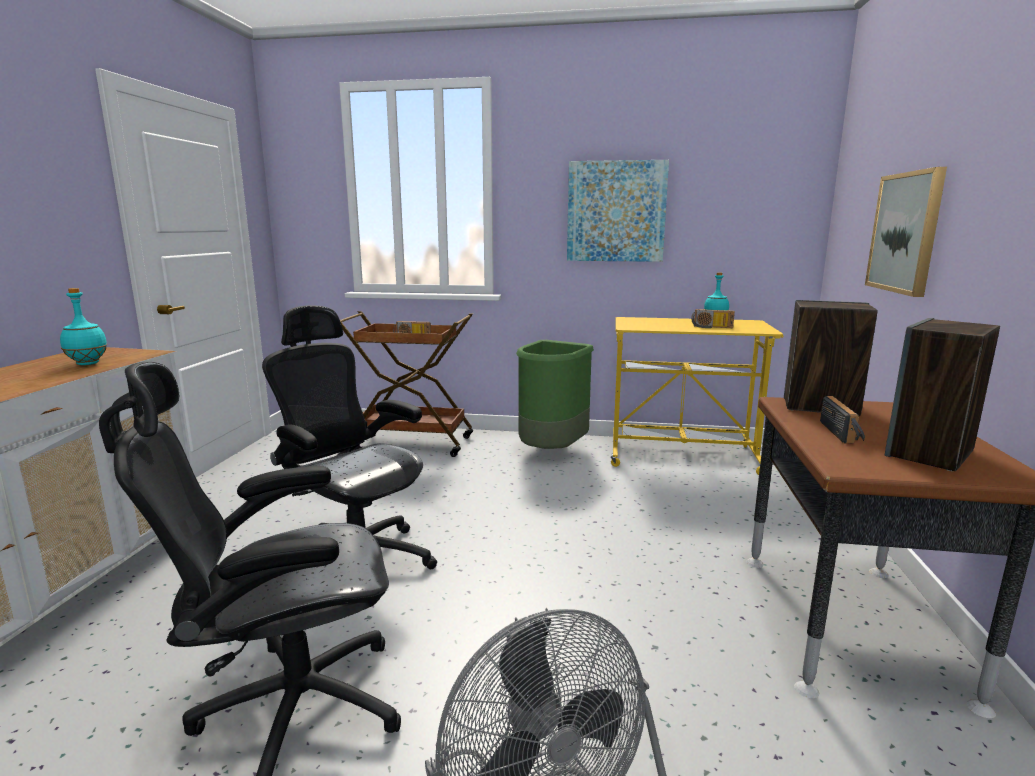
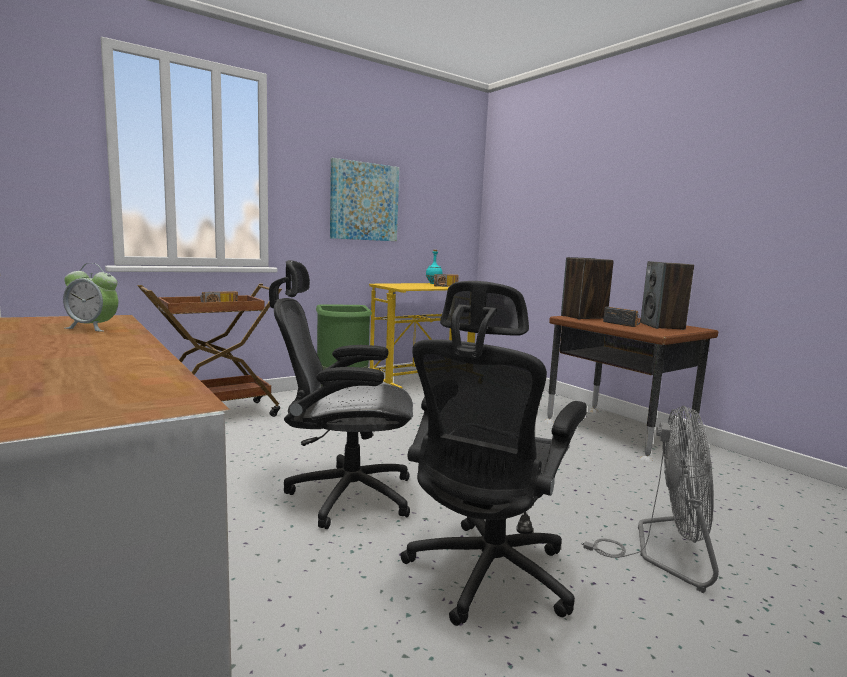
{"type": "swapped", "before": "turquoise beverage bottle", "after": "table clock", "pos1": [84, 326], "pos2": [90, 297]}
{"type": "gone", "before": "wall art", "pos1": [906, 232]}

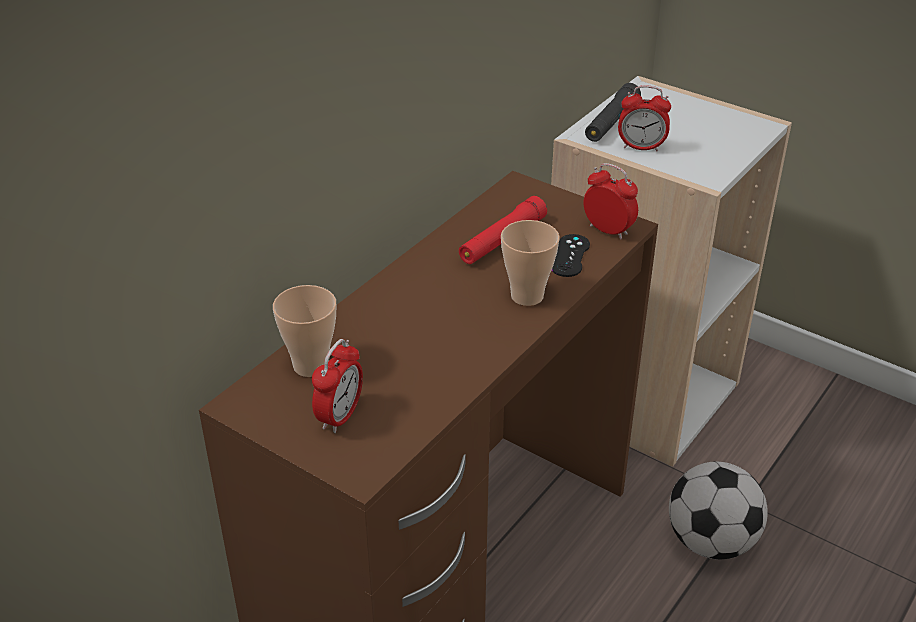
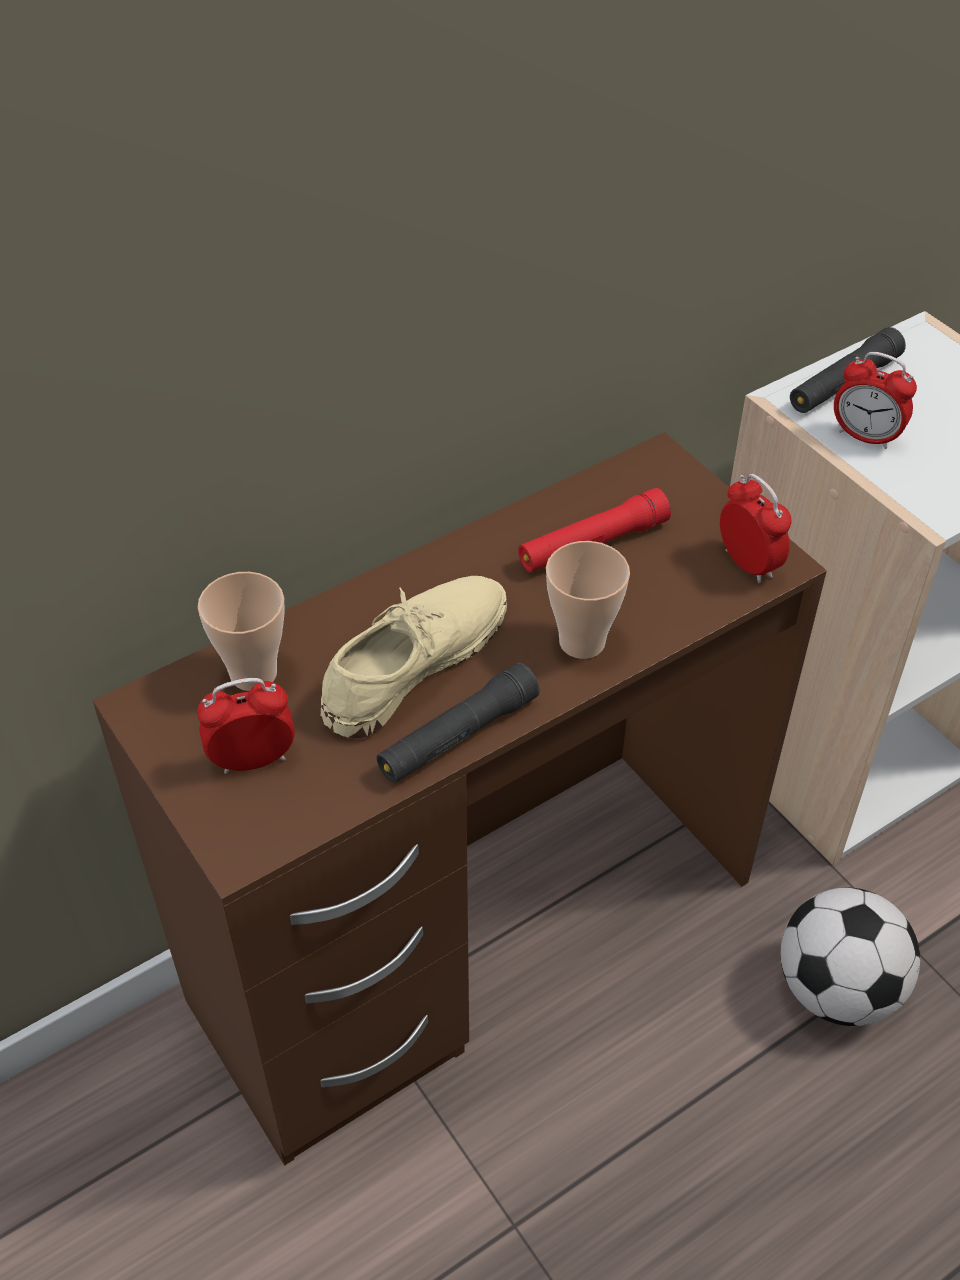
{"type": "rotated", "before": "table clock", "pos1": [337, 386], "pos2": [246, 726], "turn": -150}
{"type": "gone", "before": "black game controller", "pos1": [570, 255]}
{"type": "new", "after": "beige low shoe", "pos2": [414, 657]}
{"type": "new", "after": "black flashlight", "pos2": [458, 723]}

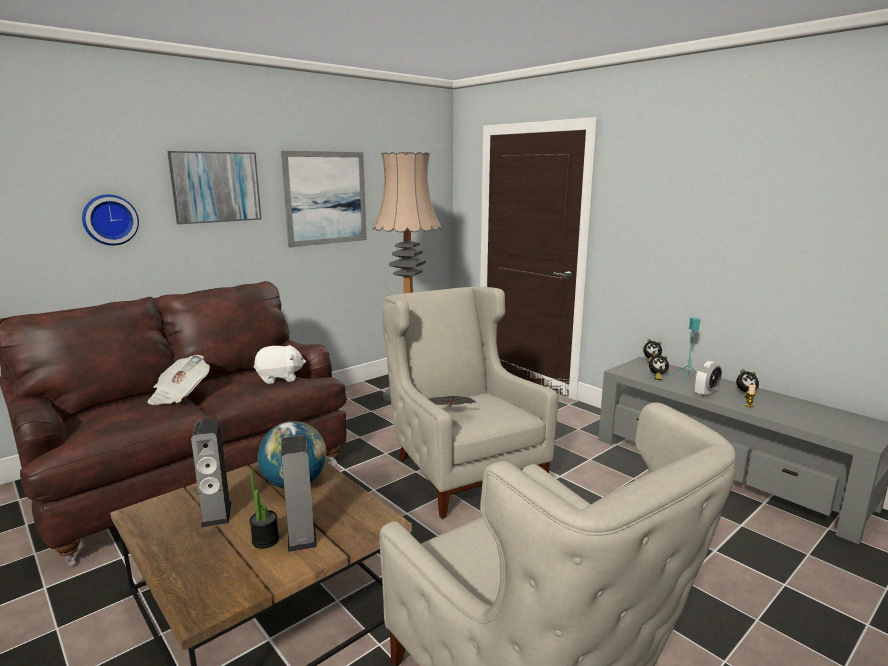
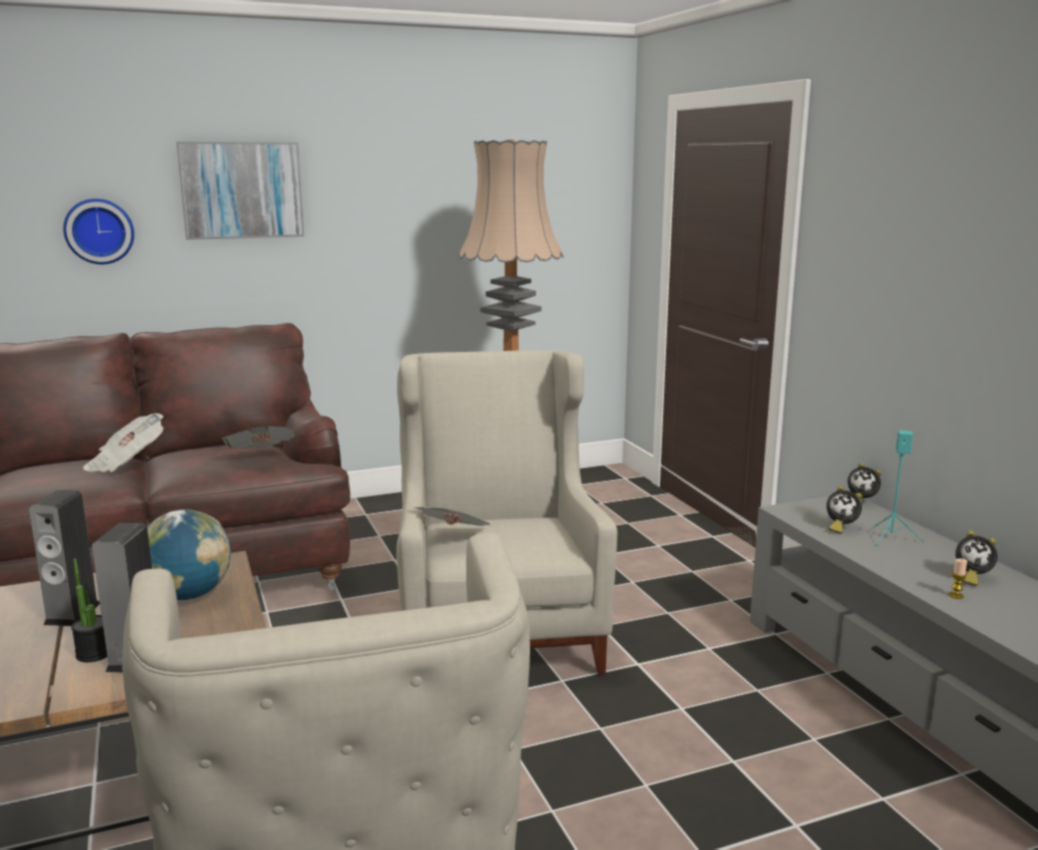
{"type": "swapped", "before": "white plush toy", "after": "printed paper", "pos1": [280, 364], "pos2": [259, 437]}
{"type": "gone", "before": "wall art", "pos1": [324, 199]}
{"type": "gone", "before": "table clock", "pos1": [708, 379]}

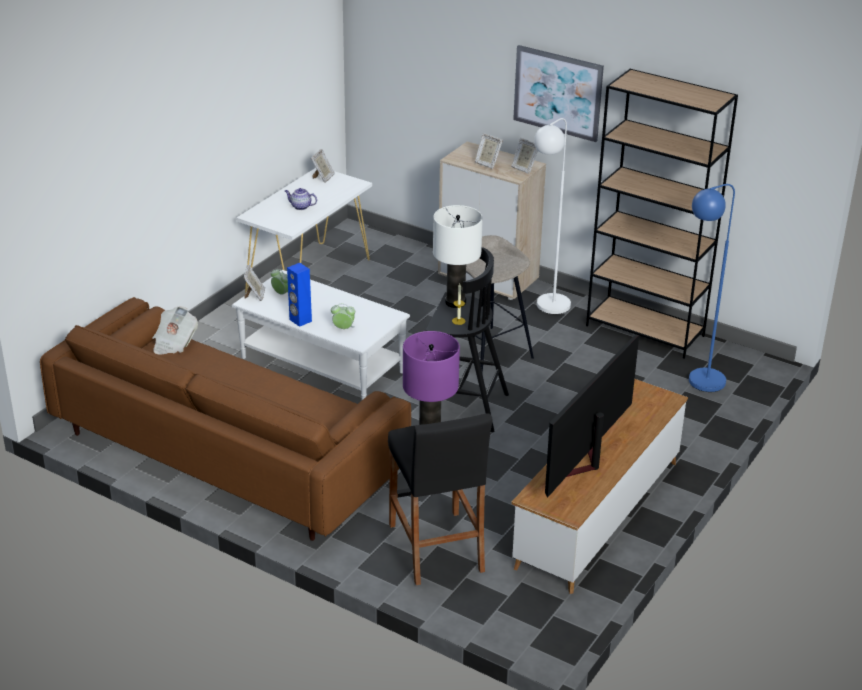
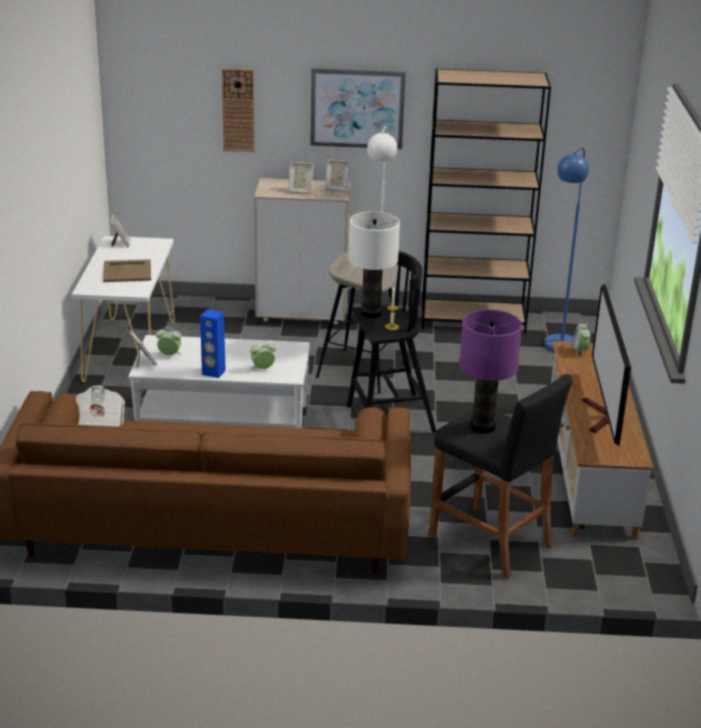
{"type": "swapped", "before": "pot for tea", "after": "beige serving tray", "pos1": [301, 199], "pos2": [127, 270]}
{"type": "new", "after": "wall clock", "pos2": [238, 110]}
{"type": "new", "after": "table clock", "pos2": [581, 340]}

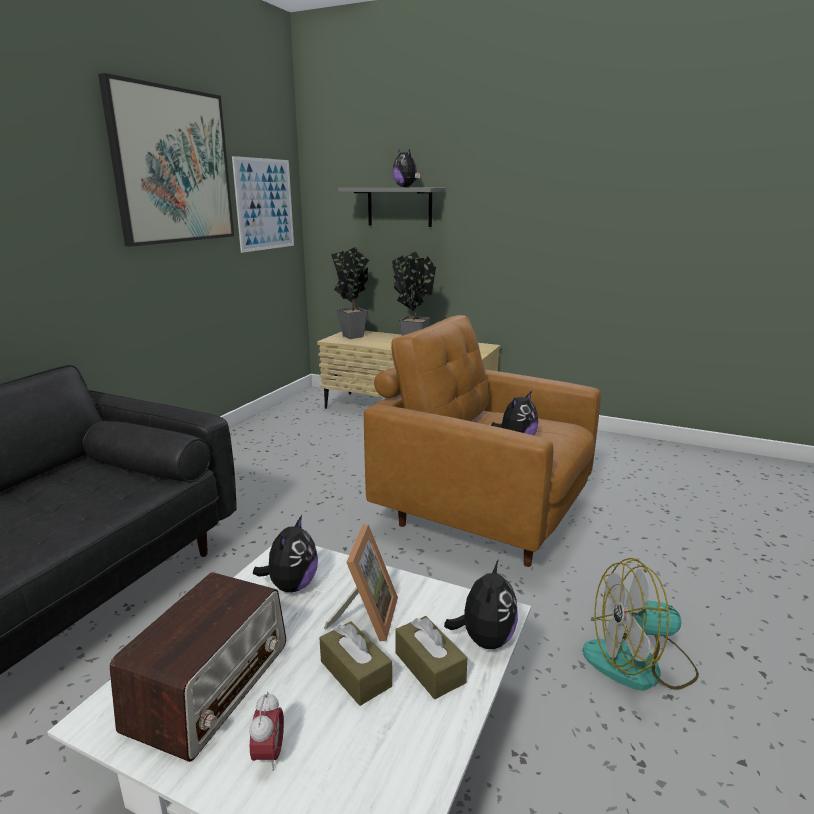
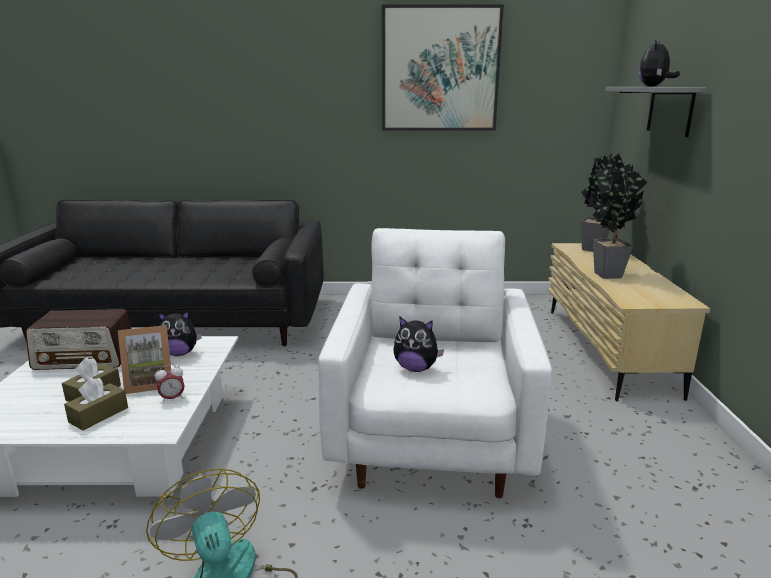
{"type": "gone", "before": "wall art", "pos1": [263, 204]}
{"type": "shifted", "before": "table clock", "pos1": [267, 731], "pos2": [169, 383]}
{"type": "repainted", "before": "brown lounge chair", "after": "white lounge chair", "pos1": [482, 441], "pos2": [435, 363]}
{"type": "gone", "before": "plush toy", "pos1": [481, 604]}

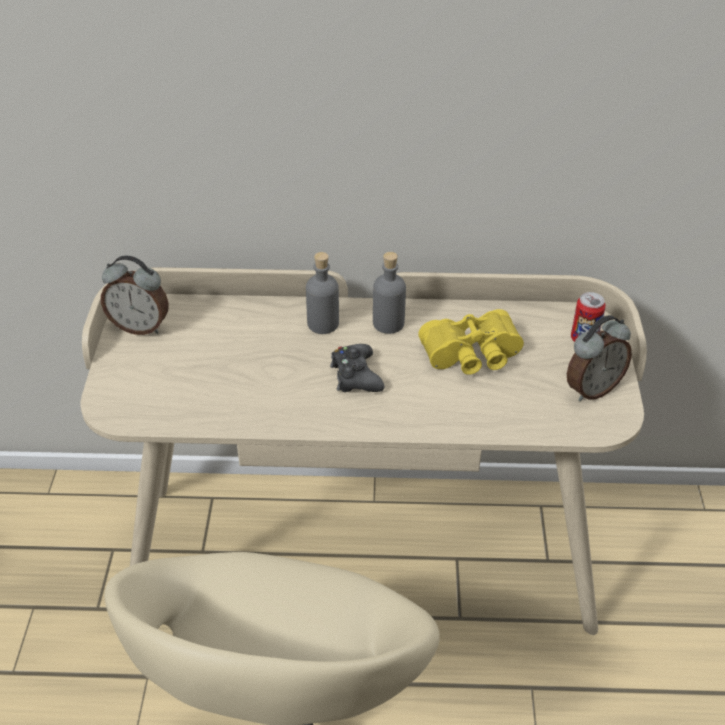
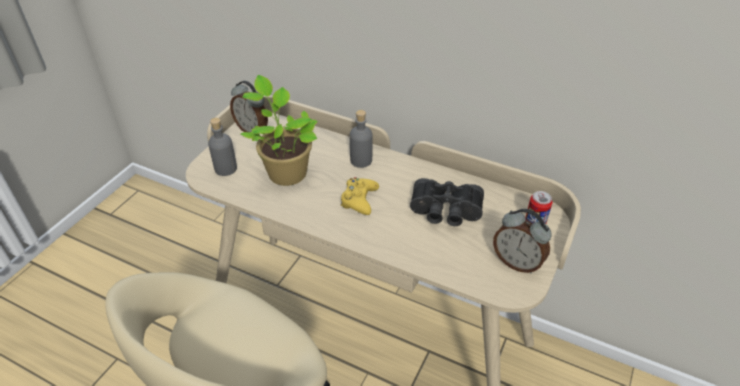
{"type": "repainted", "before": "black game controller", "after": "yellowish game controller", "pos1": [357, 368], "pos2": [359, 196]}
{"type": "shifted", "before": "greyish beverage bottle", "pos1": [389, 293], "pos2": [222, 147]}
{"type": "repainted", "before": "yellowish binoculars", "after": "black binoculars", "pos1": [471, 342], "pos2": [447, 202]}
{"type": "rotated", "before": "table clock", "pos1": [599, 358], "pos2": [522, 241], "turn": 45}
{"type": "new", "after": "plant in a pot", "pos2": [279, 130]}

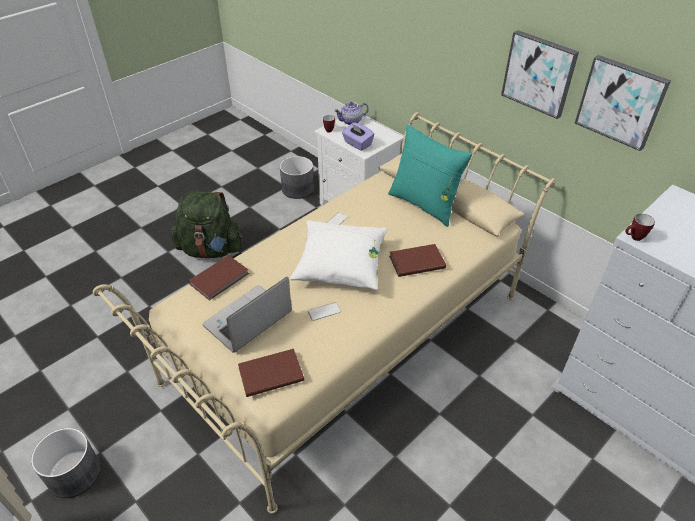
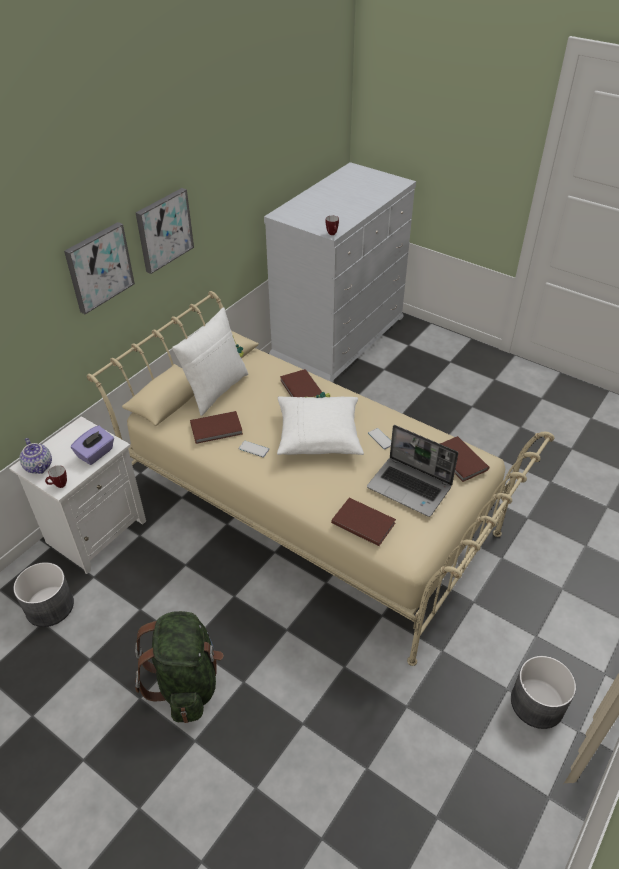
{"type": "repainted", "before": "turquoise throw pillow", "after": "white throw pillow", "pos1": [430, 175], "pos2": [210, 361]}
{"type": "shifted", "before": "wall art", "pos1": [623, 103], "pos2": [99, 268]}
{"type": "new", "after": "brown bound book", "pos2": [216, 427]}

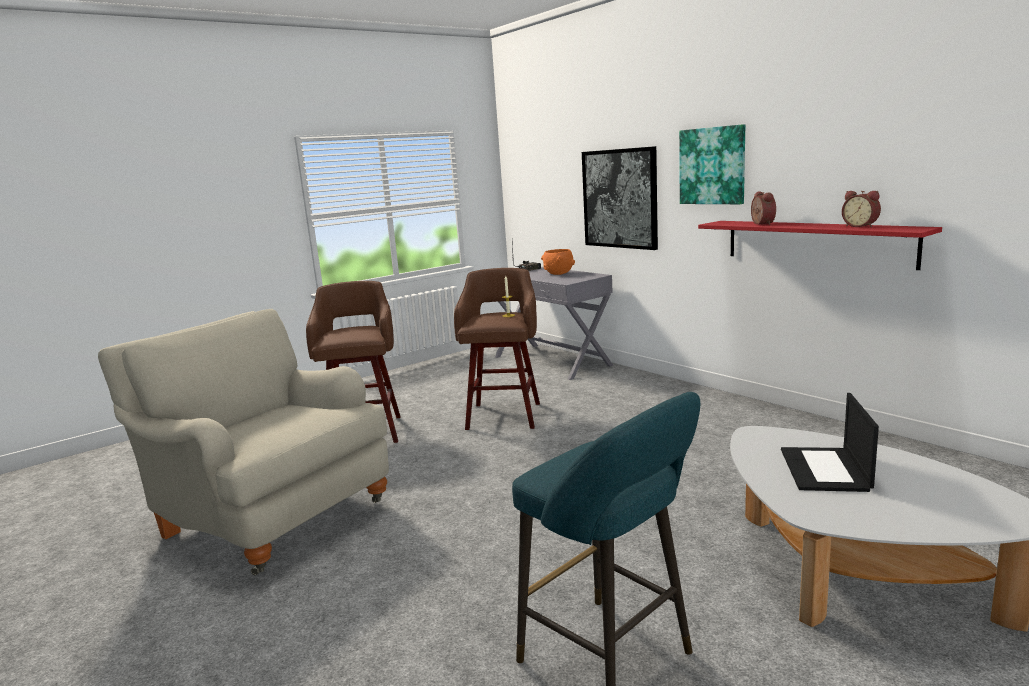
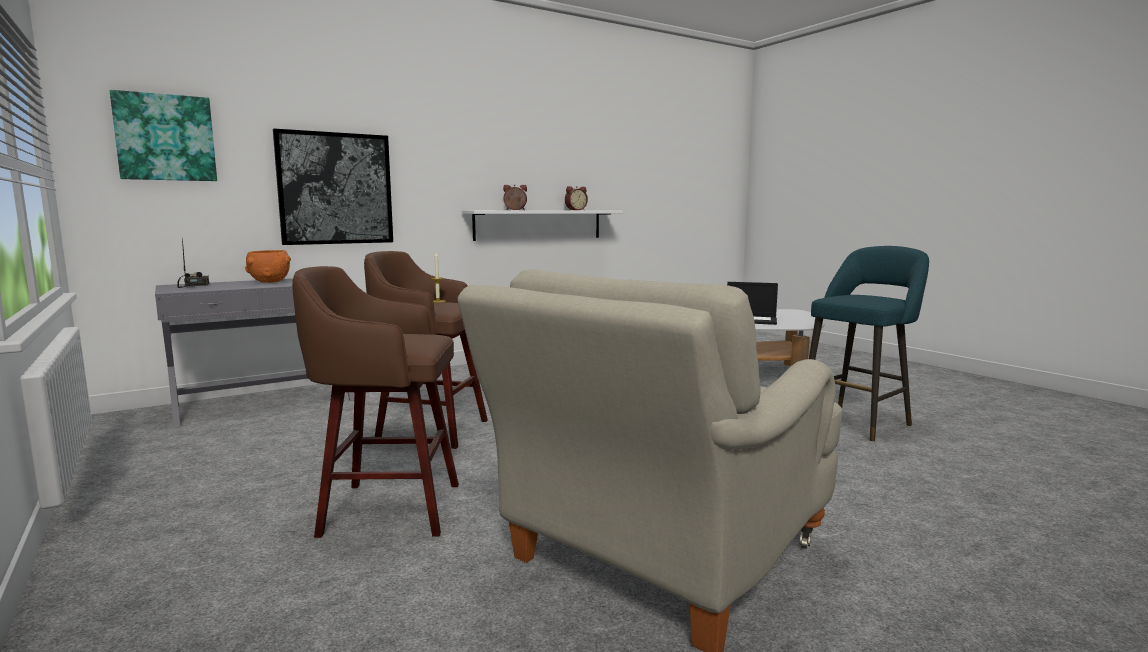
{"type": "shifted", "before": "wall art", "pos1": [712, 164], "pos2": [163, 135]}
{"type": "repainted", "before": "red bracket shelf", "after": "white bracket shelf", "pos1": [820, 245], "pos2": [542, 225]}

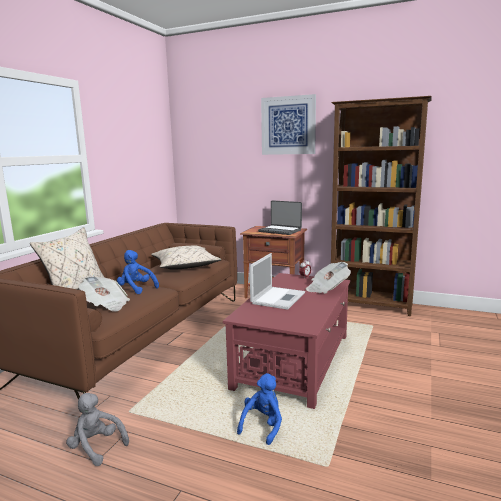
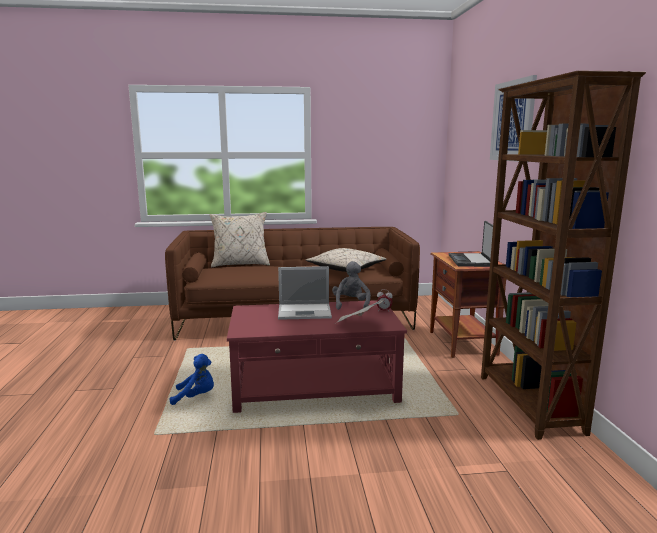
{"type": "shifted", "before": "greyish plush toy", "pos1": [97, 429], "pos2": [351, 285]}
{"type": "gone", "before": "printed paper", "pos1": [104, 294]}
{"type": "gone", "before": "blue plush toy", "pos1": [138, 272]}

